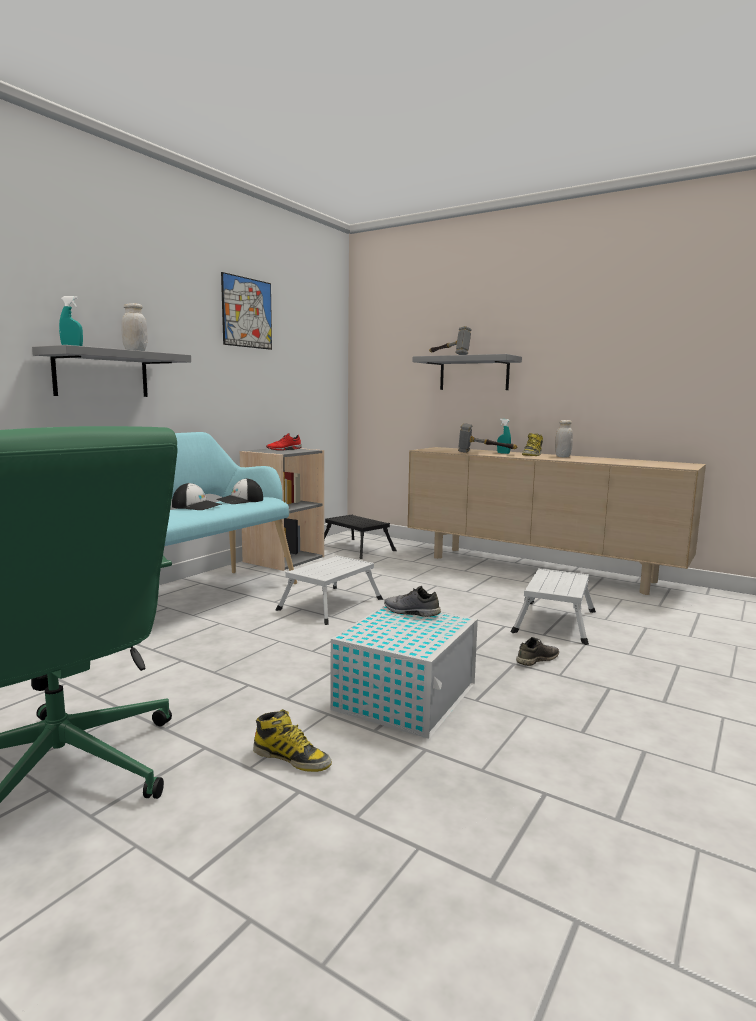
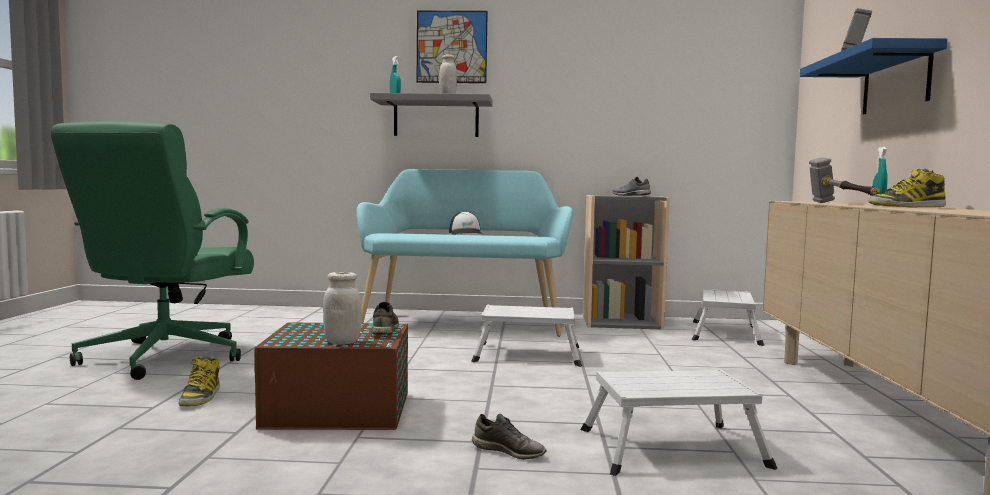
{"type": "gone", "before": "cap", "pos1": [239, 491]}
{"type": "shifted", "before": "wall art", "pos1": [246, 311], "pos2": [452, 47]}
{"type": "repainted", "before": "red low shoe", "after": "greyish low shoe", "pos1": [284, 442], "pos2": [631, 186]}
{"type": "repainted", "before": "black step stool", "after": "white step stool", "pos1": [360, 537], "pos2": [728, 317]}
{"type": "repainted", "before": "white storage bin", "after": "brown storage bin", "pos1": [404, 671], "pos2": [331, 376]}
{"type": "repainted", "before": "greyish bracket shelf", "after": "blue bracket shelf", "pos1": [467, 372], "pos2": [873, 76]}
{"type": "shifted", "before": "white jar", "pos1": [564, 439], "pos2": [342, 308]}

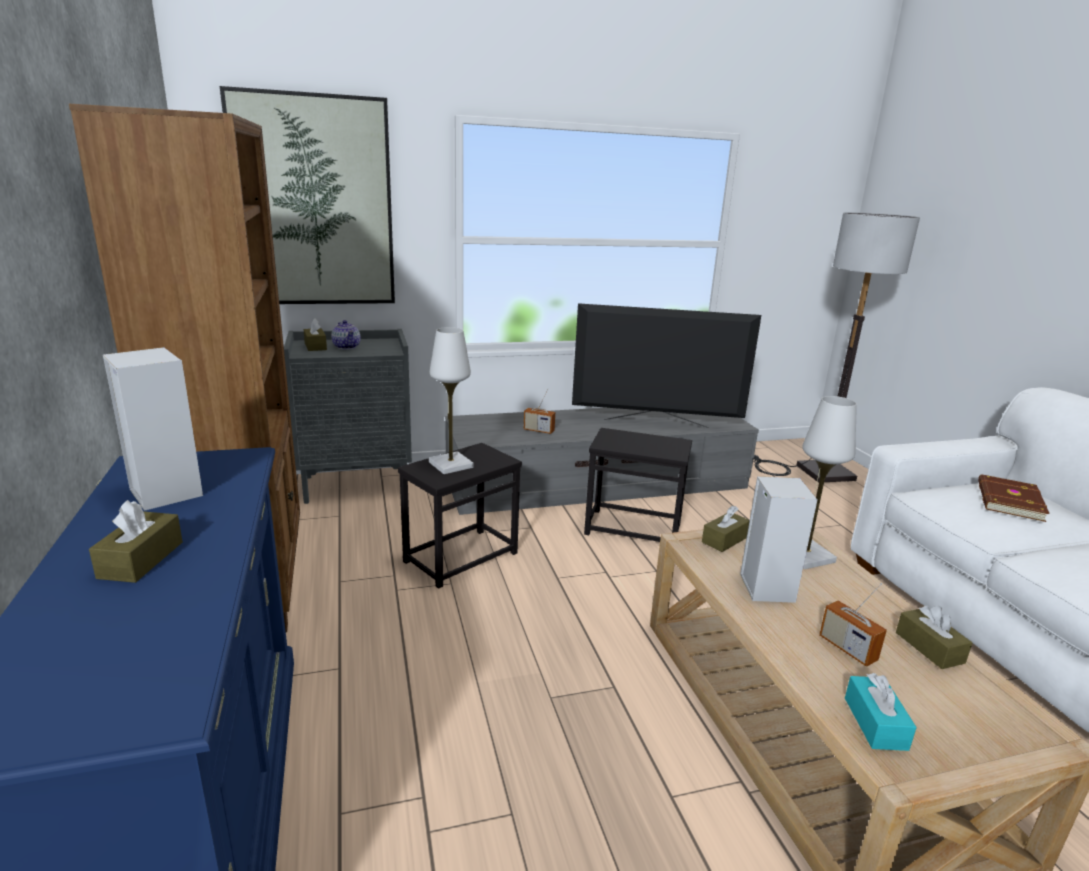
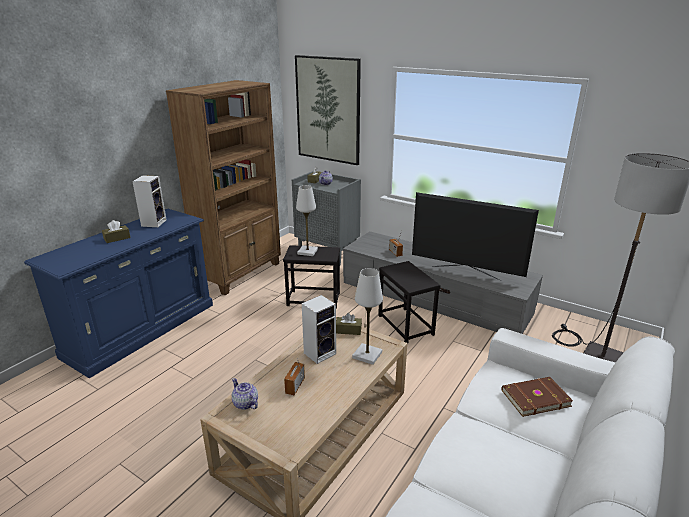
{"type": "rotated", "before": "television", "pos1": [666, 365], "pos2": [475, 236], "turn": 150}
{"type": "swapped", "before": "turquoise box of tissues", "after": "pot for tea", "pos1": [881, 712], "pos2": [245, 394]}
{"type": "gone", "before": "brown box of tissues", "pos1": [934, 637]}

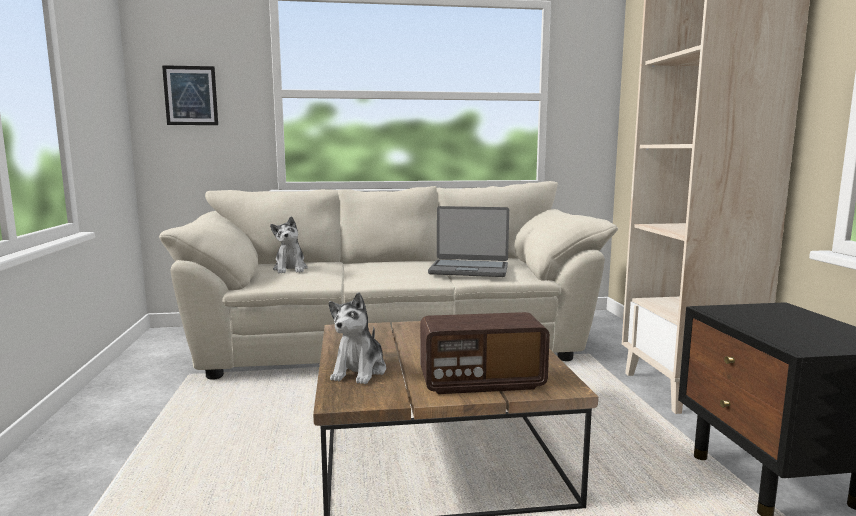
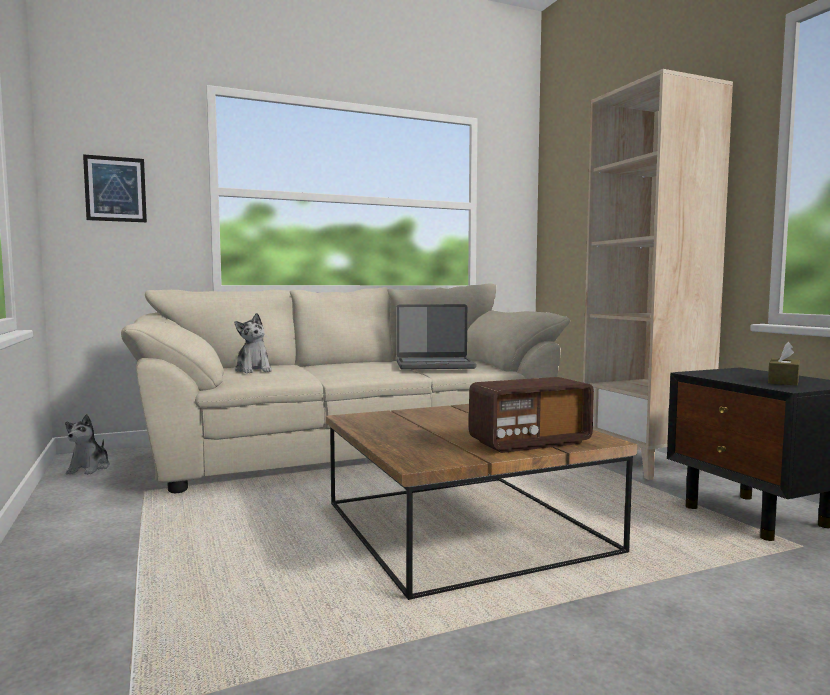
{"type": "shifted", "before": "plush toy", "pos1": [357, 338], "pos2": [87, 444]}
{"type": "new", "after": "brown box of tissues", "pos2": [784, 364]}

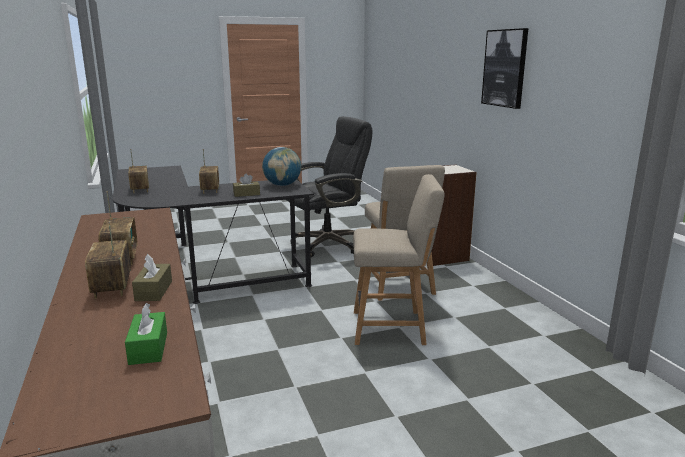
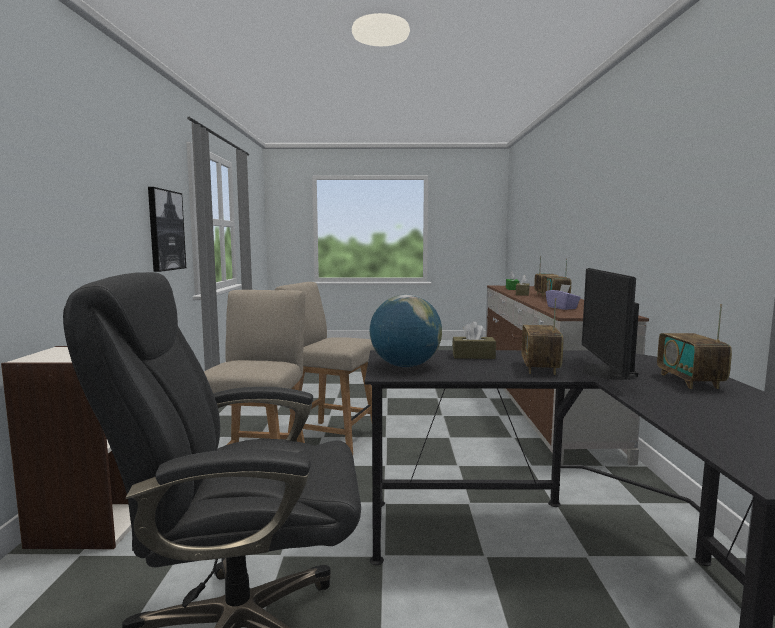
{"type": "shifted", "before": "wall art", "pos1": [504, 68], "pos2": [167, 229]}
{"type": "new", "after": "purplish box of tissues", "pos2": [563, 297]}
{"type": "new", "after": "monitor", "pos2": [610, 324]}

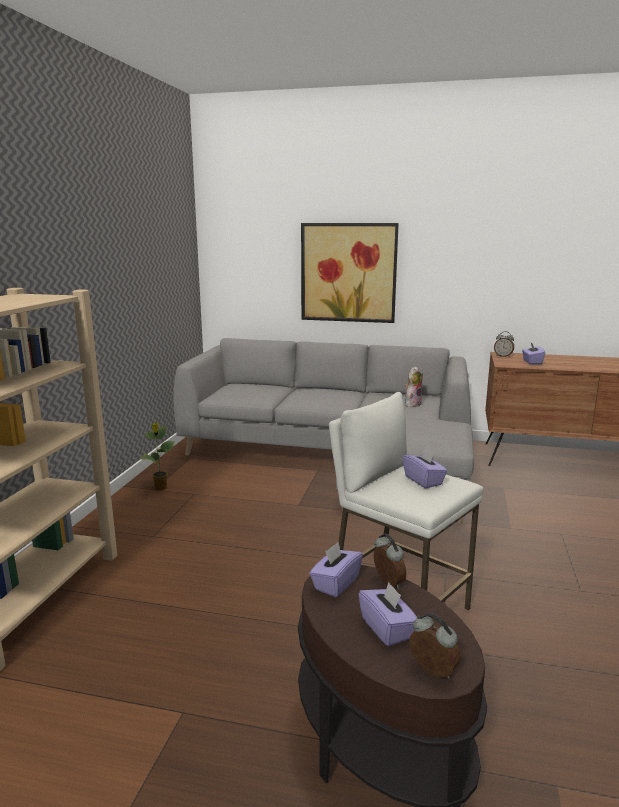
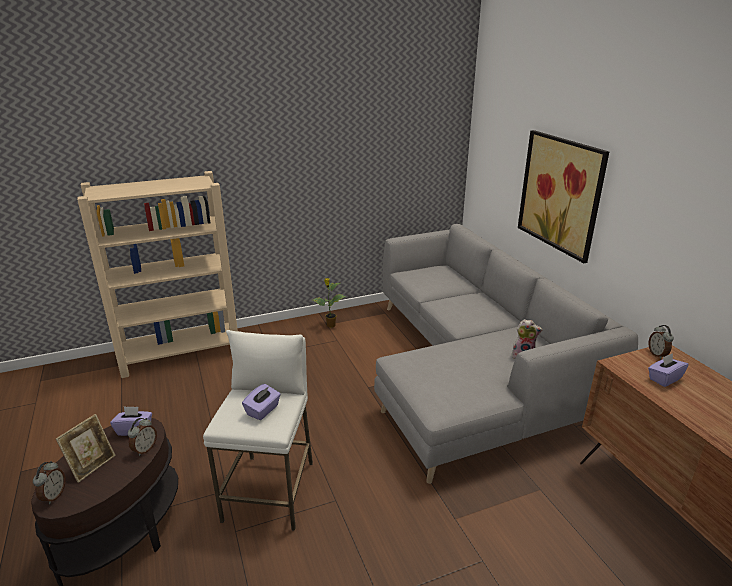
{"type": "swapped", "before": "purplish box of tissues", "after": "picture frame", "pos1": [388, 614], "pos2": [85, 448]}

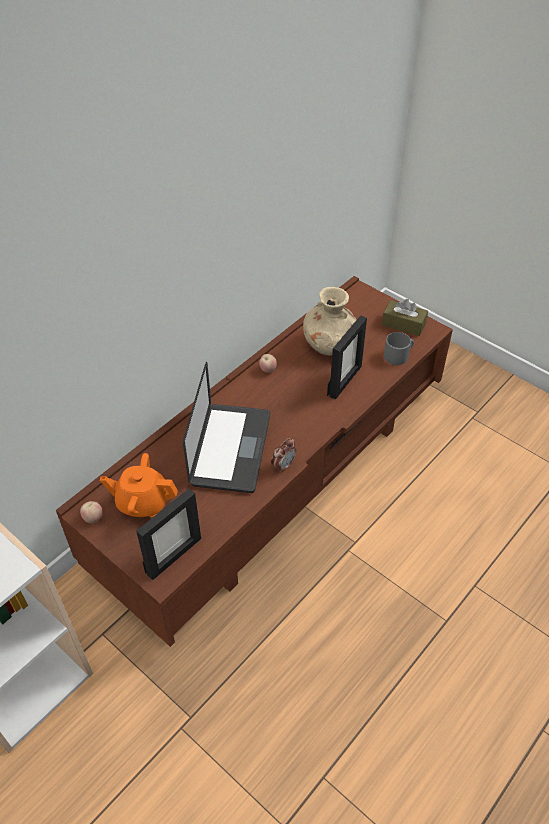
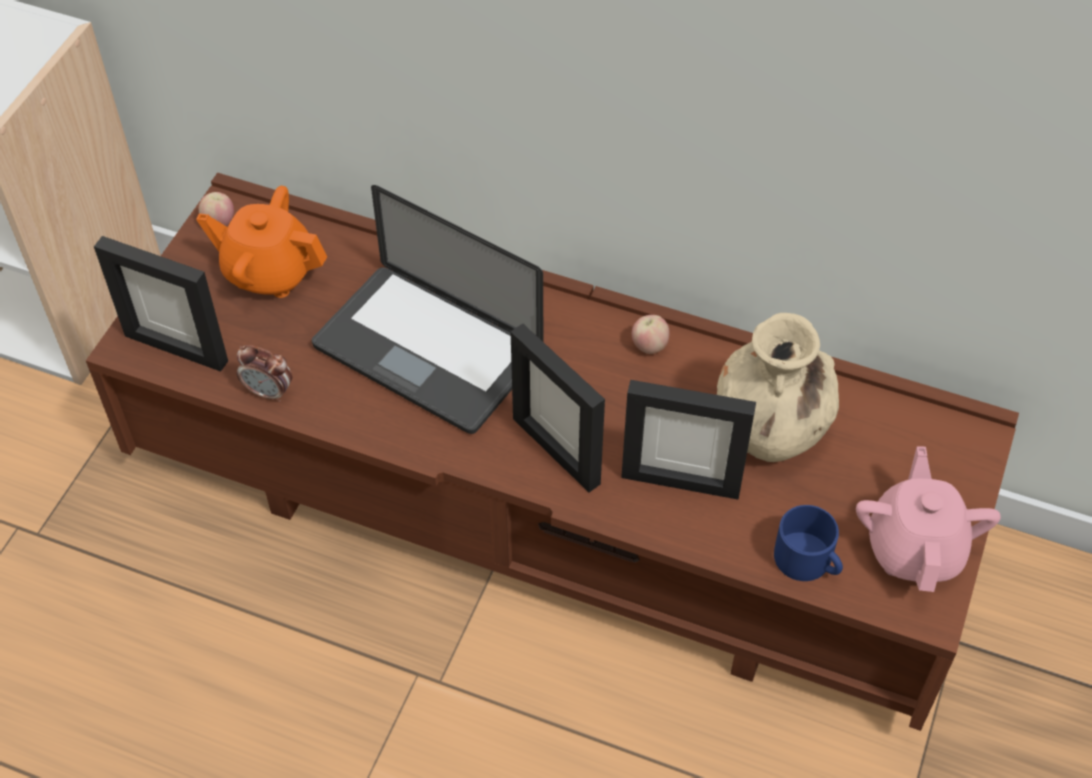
{"type": "rotated", "before": "orange-coloured pot for tea", "pos1": [139, 485], "pos2": [261, 242], "turn": -60}
{"type": "rotated", "before": "laptop", "pos1": [226, 427], "pos2": [427, 309], "turn": 45}
{"type": "shifted", "before": "table clock", "pos1": [283, 455], "pos2": [265, 373]}
{"type": "swapped", "before": "brown box of tissues", "after": "pink pot for tea", "pos1": [405, 317], "pos2": [928, 519]}
{"type": "repainted", "before": "greyish tea mug", "after": "blue tea mug", "pos1": [399, 348], "pos2": [808, 543]}
{"type": "new", "after": "picture frame", "pos2": [558, 408]}

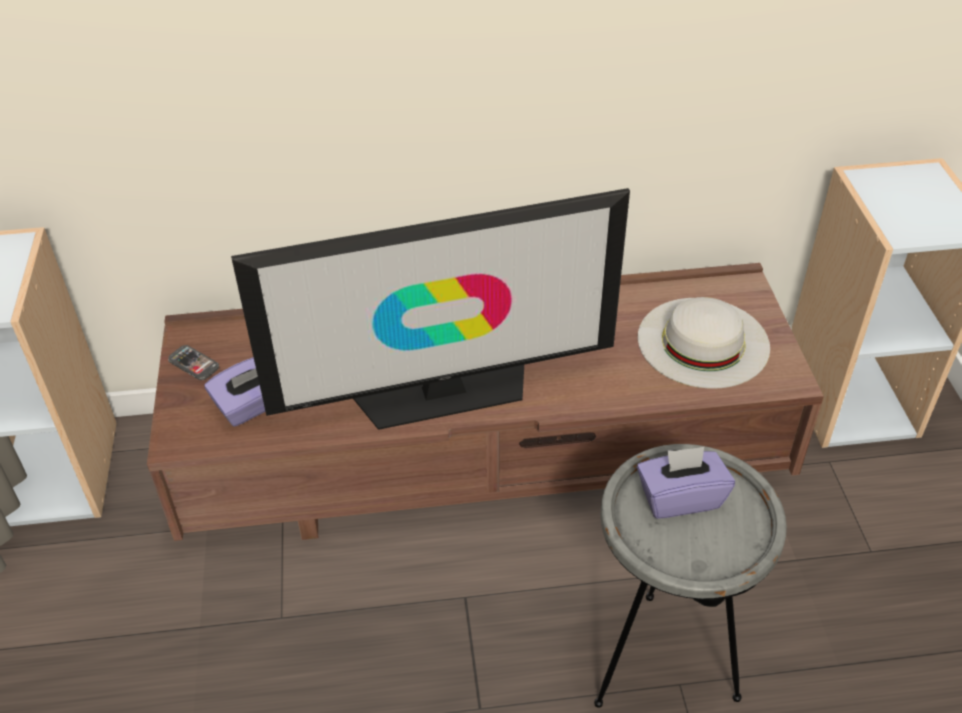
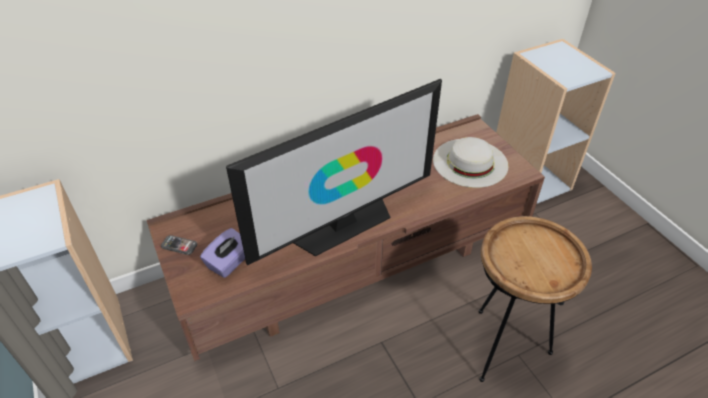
{"type": "repainted", "before": "greyish end table", "after": "brown end table", "pos1": [690, 576], "pos2": [535, 299]}
{"type": "gone", "before": "purplish box of tissues", "pos1": [686, 483]}

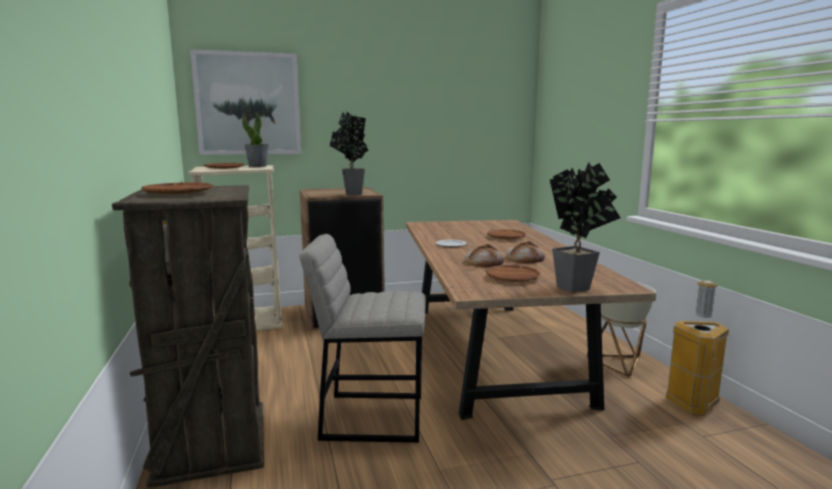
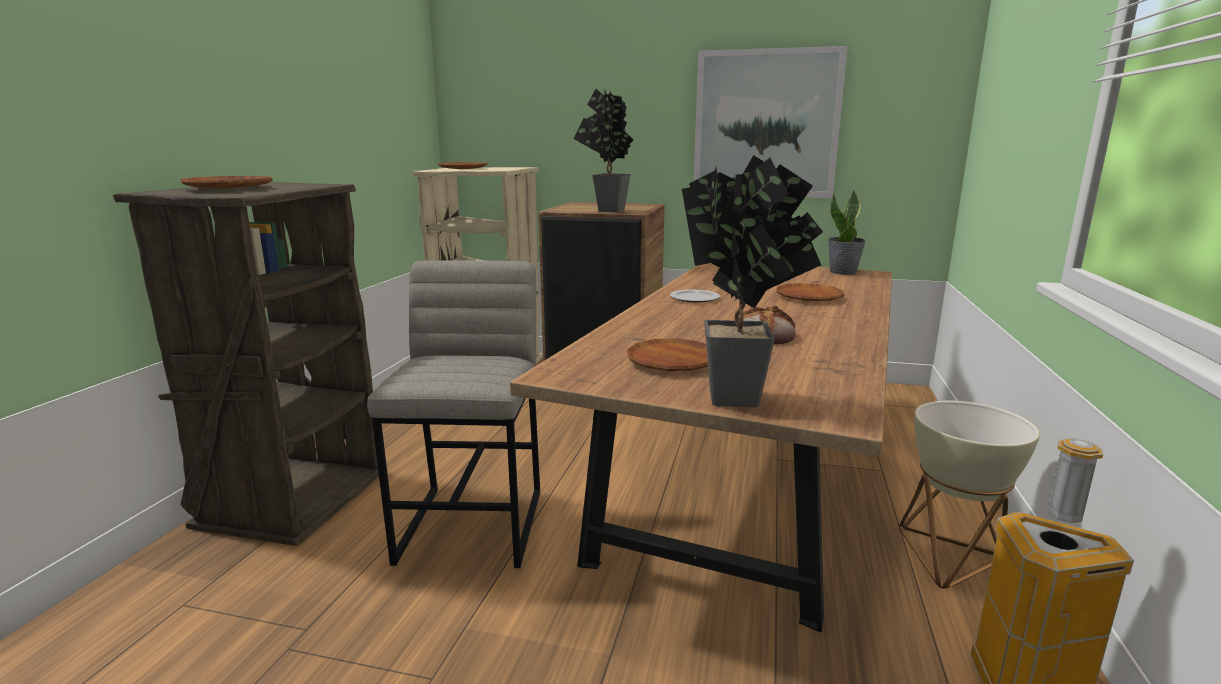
{"type": "shifted", "before": "wall art", "pos1": [245, 102], "pos2": [771, 122]}
{"type": "shifted", "before": "plant in a pot", "pos1": [255, 140], "pos2": [847, 232]}
{"type": "rotated", "before": "greyish upright chair", "pos1": [362, 338], "pos2": [453, 414], "turn": 60}
{"type": "gone", "before": "baked bread", "pos1": [484, 255]}

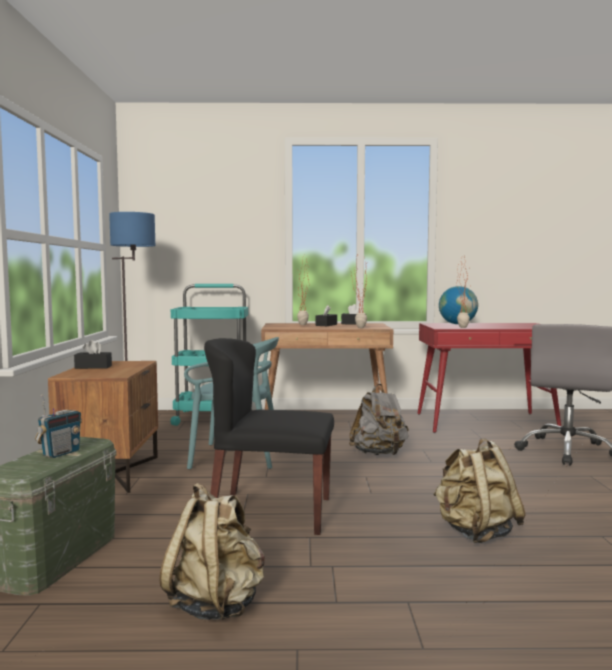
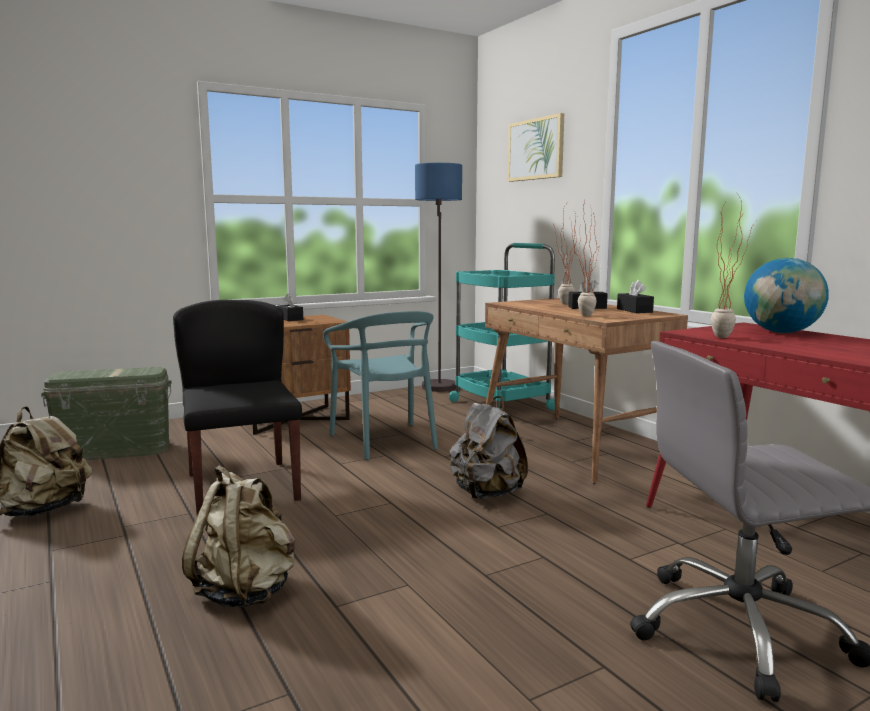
{"type": "gone", "before": "radio set", "pos1": [58, 426]}
{"type": "new", "after": "wall art", "pos2": [536, 147]}

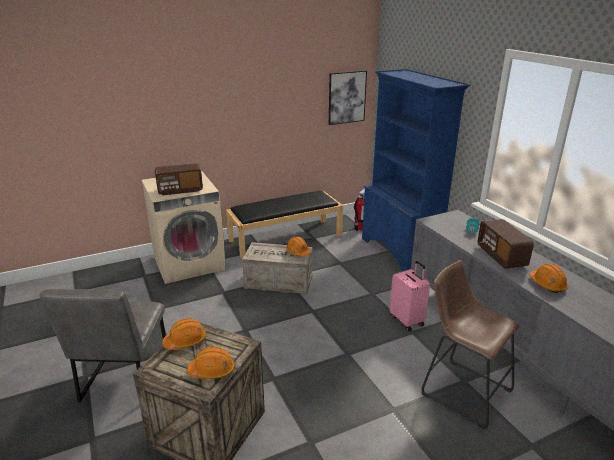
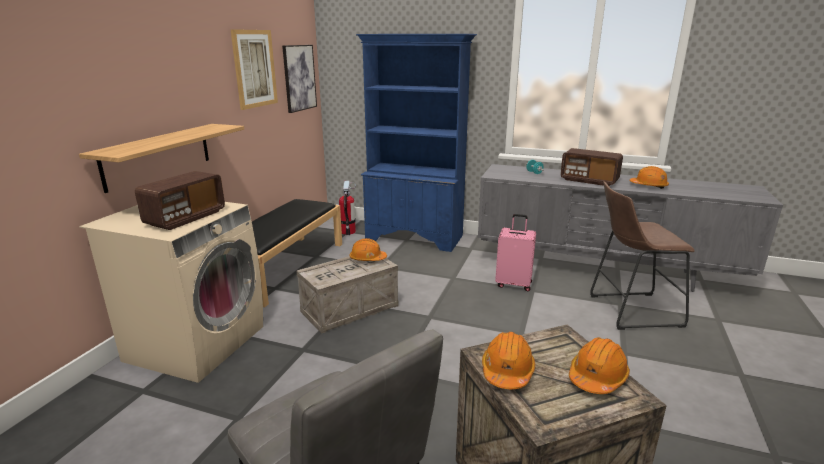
{"type": "new", "after": "bracket shelf", "pos2": [161, 158]}
{"type": "new", "after": "wall art", "pos2": [254, 69]}

